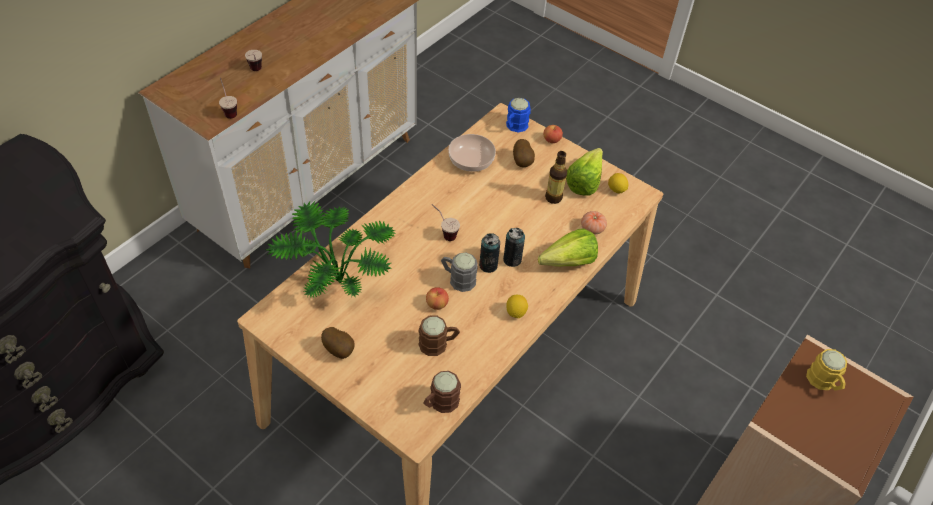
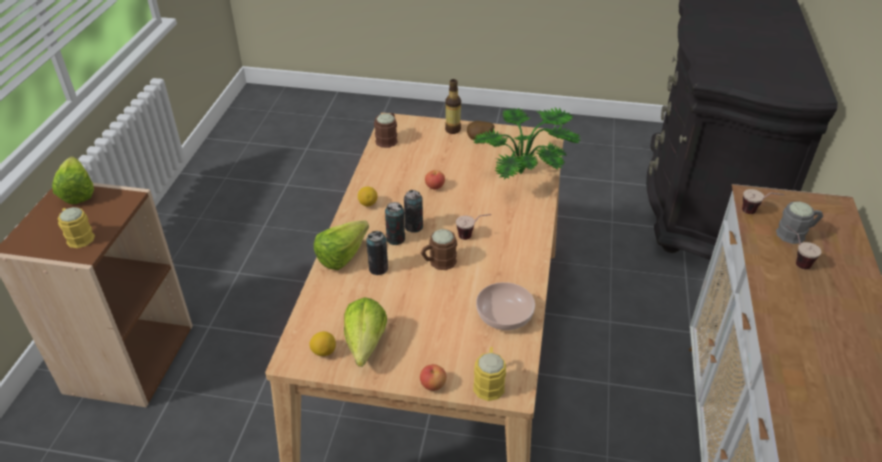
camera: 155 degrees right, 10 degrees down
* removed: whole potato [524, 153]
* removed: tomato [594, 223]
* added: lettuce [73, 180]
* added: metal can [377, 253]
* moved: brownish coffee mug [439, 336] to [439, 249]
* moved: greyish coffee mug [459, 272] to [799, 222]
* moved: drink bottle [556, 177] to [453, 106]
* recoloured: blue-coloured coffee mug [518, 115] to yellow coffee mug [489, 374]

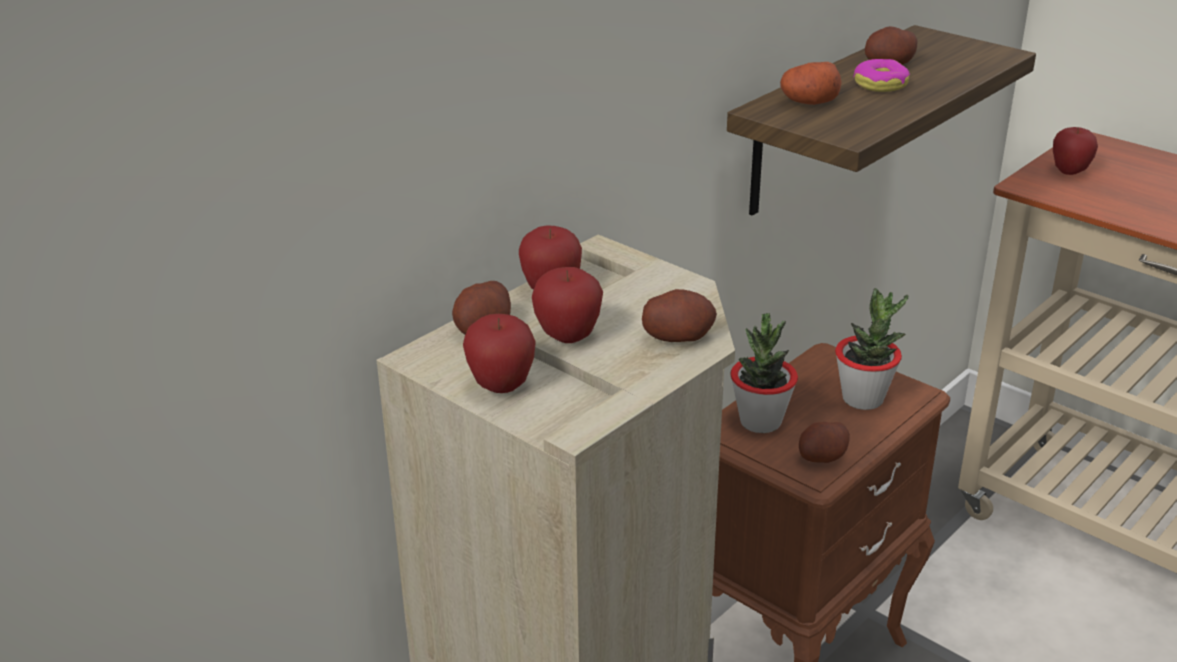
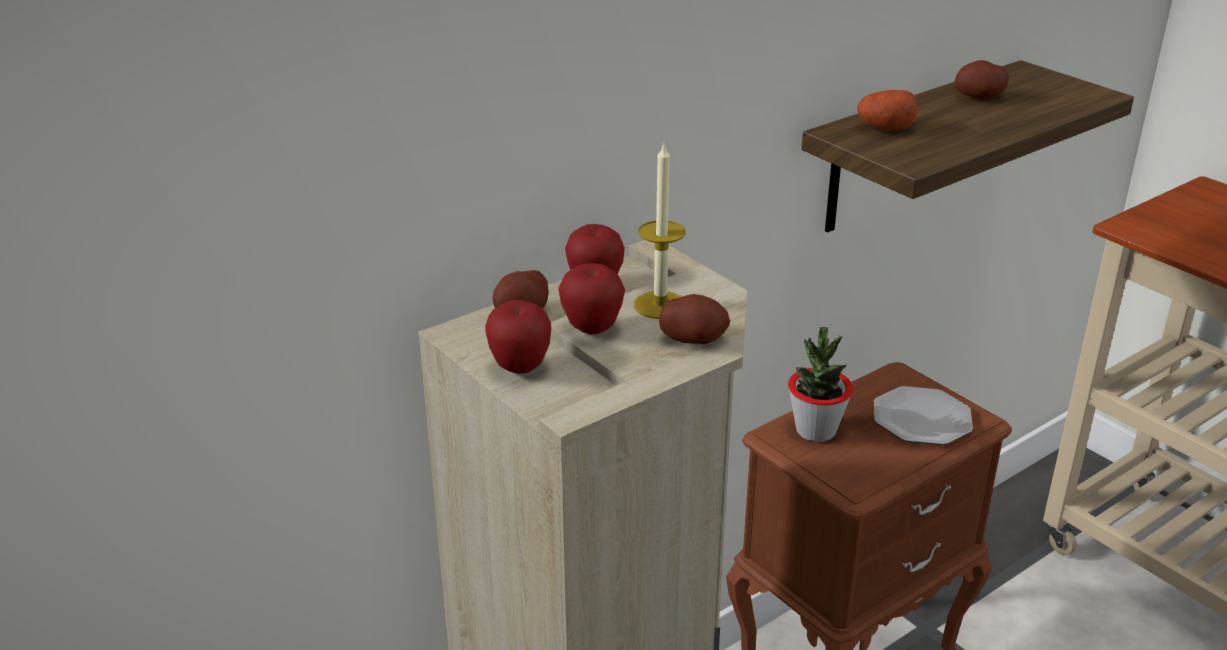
camera: 10 degrees right, 0 degrees up
* removed: whole potato [824, 442]
* removed: ring doughnut [881, 75]
* removed: whole apple [1075, 151]
* added: wax candle [659, 231]
* replaced: potted plant [871, 349] to flat dish [923, 415]

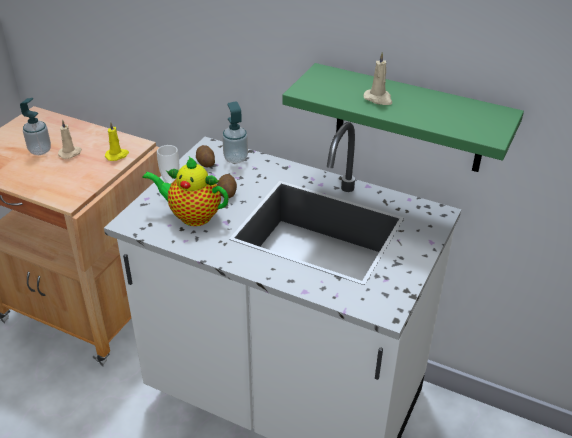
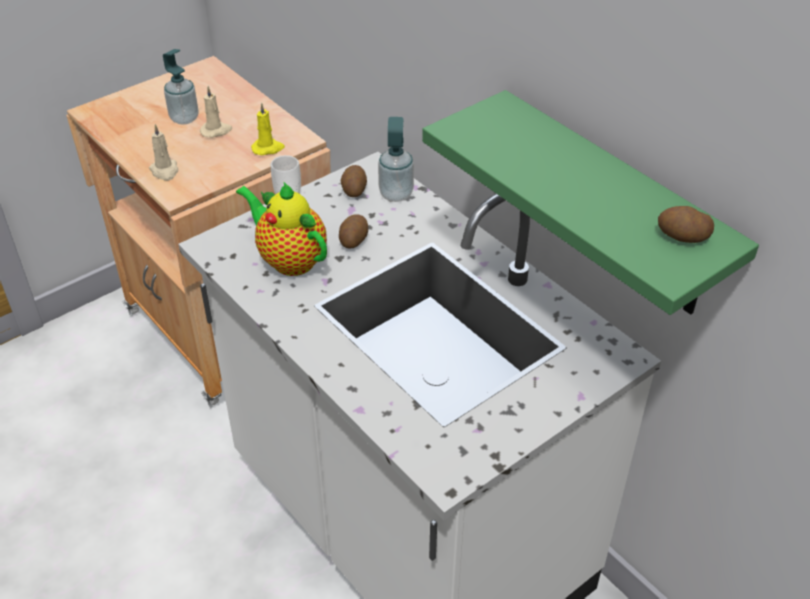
camera: 25 degrees right, 5 degrees up
* added: whole potato [686, 224]
* moved: sand-coloured wax candle [377, 78] to [163, 152]

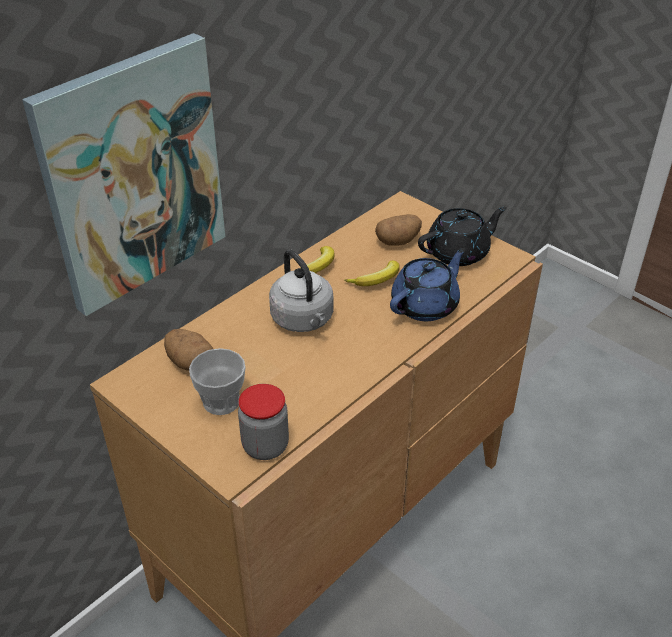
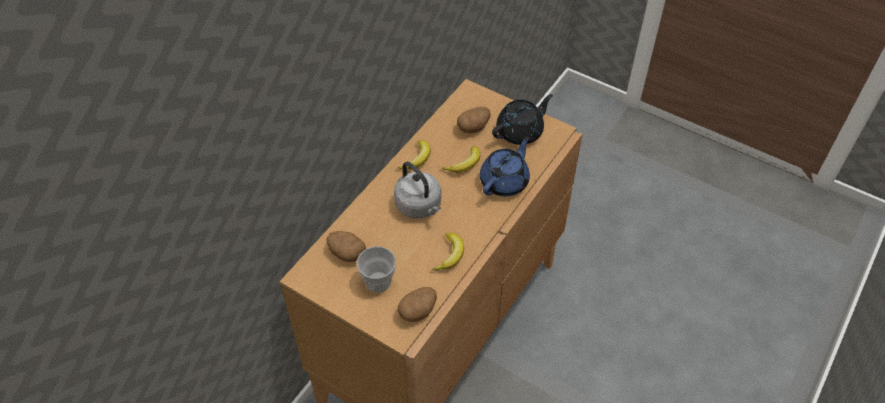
camera: 10 degrees left, 10 degrees up
* removed: wall art [123, 174]
* added: whole banana [448, 251]
* replaced: storage jar [263, 422] to whole potato [417, 304]

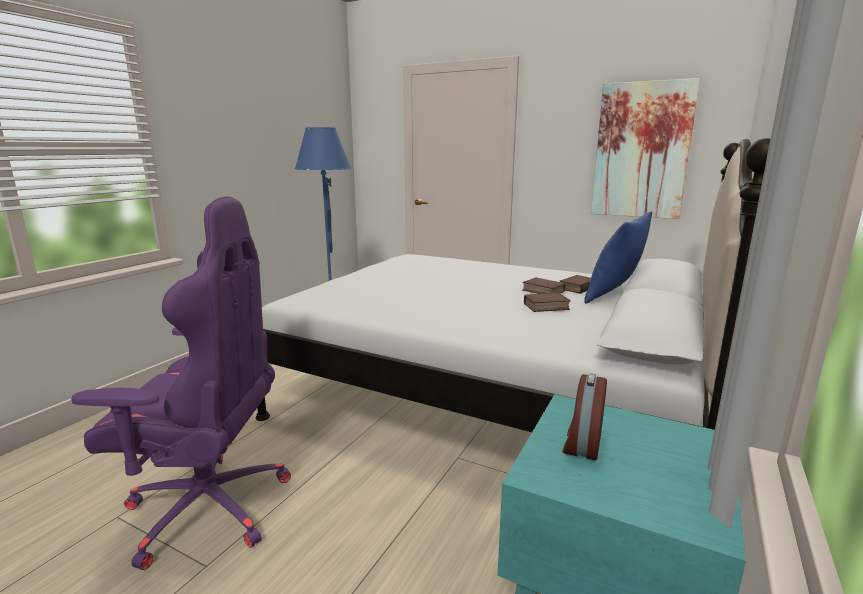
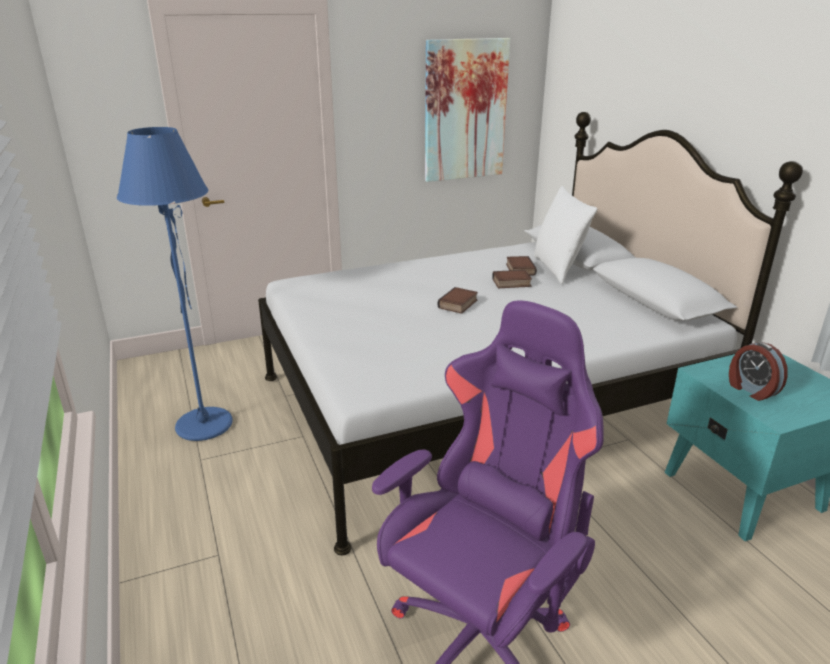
camera: 50 degrees left, 10 degrees up
* moved: volume [547, 302] to [458, 300]
* recoloured: blue-coloured pillow [618, 258] to whitish pillow [565, 235]

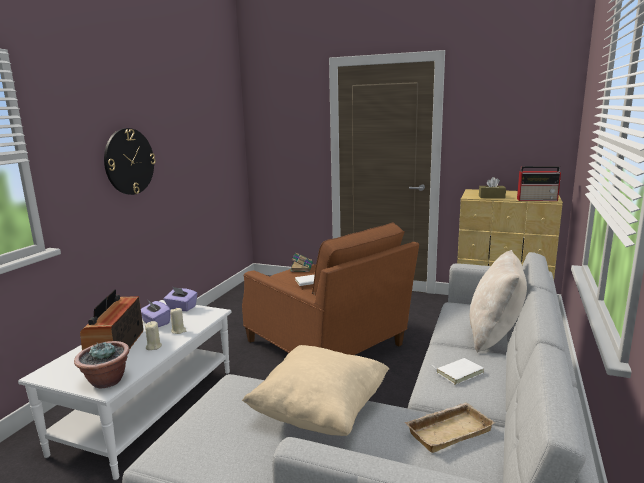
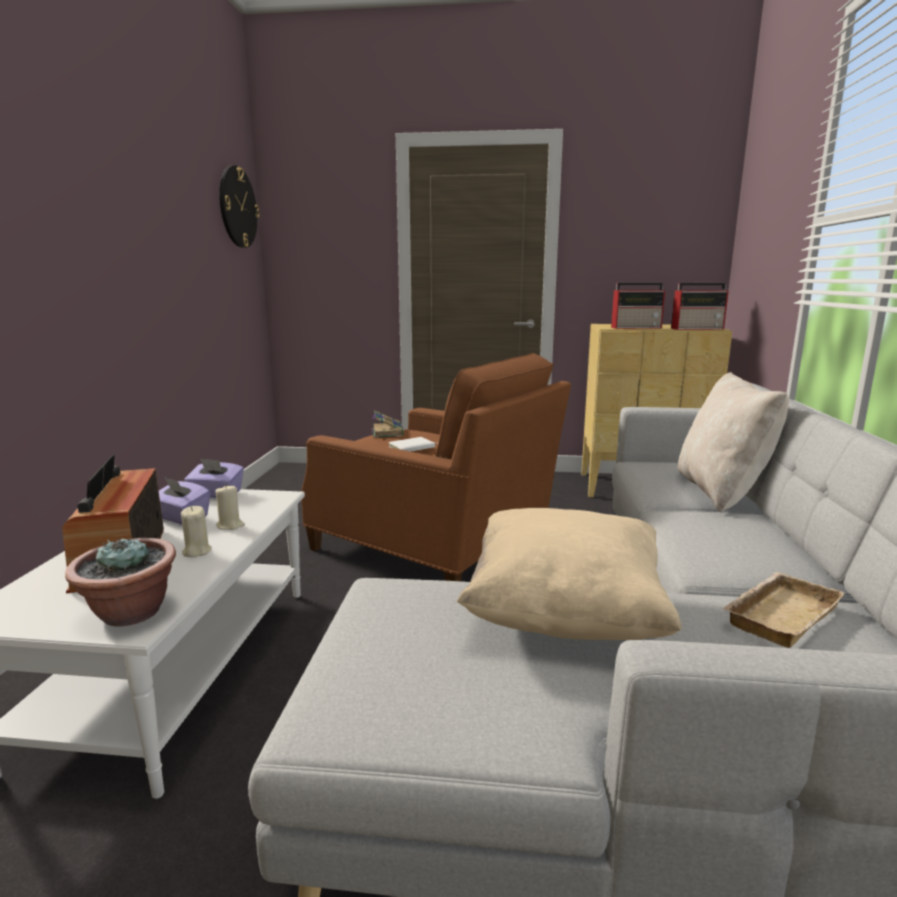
camera: 15 degrees left, 0 degrees up
* removed: whitish volume [458, 371]
* moved: wall clock [130, 161] to [239, 206]
* replaced: brownish box of tissues [492, 187] to radio receiver [638, 306]

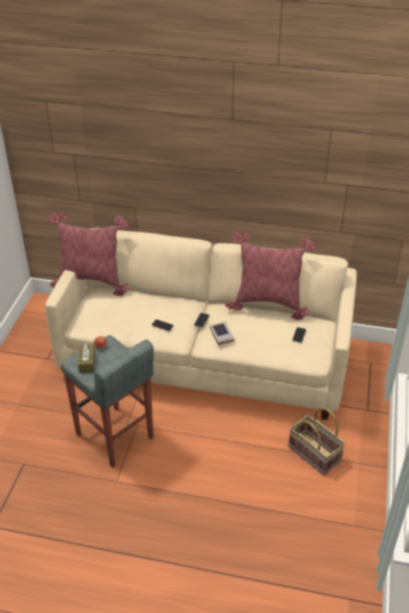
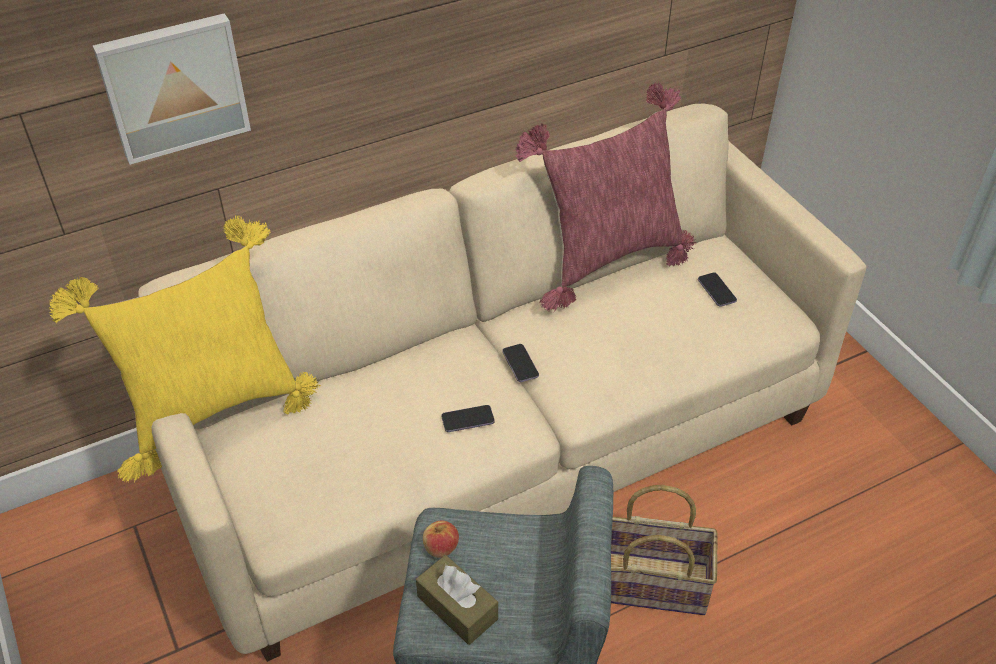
camera: 40 degrees left, 5 degrees up
* removed: volume [222, 334]
* added: wall art [172, 89]
* moved: basket [316, 441] to [664, 550]
* recoloured: reddish pillow [89, 254] to yellow pillow [184, 348]

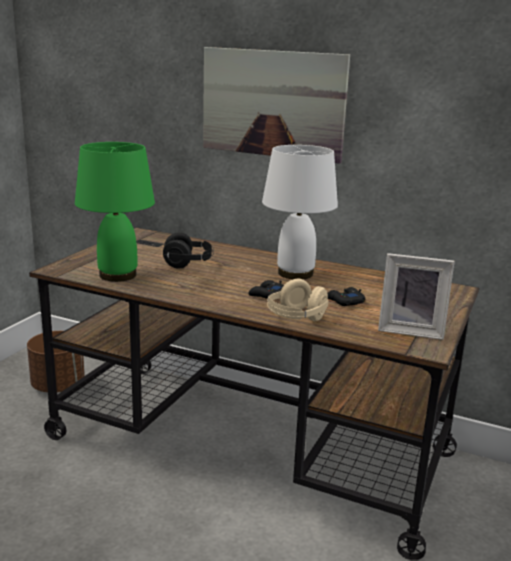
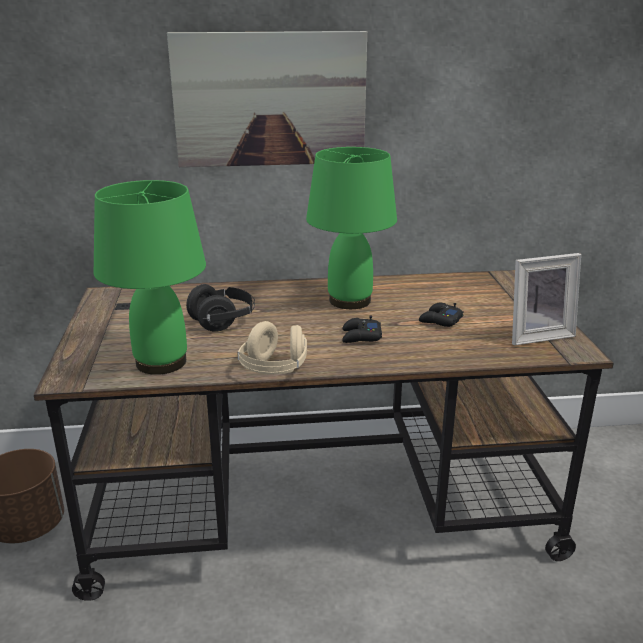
camera: 30 degrees left, 5 degrees up
* moved: sand-coloured pair of headphones [297, 300] to [272, 347]
* recoloured: whitish table lamp [300, 212] to green-coloured table lamp [351, 228]

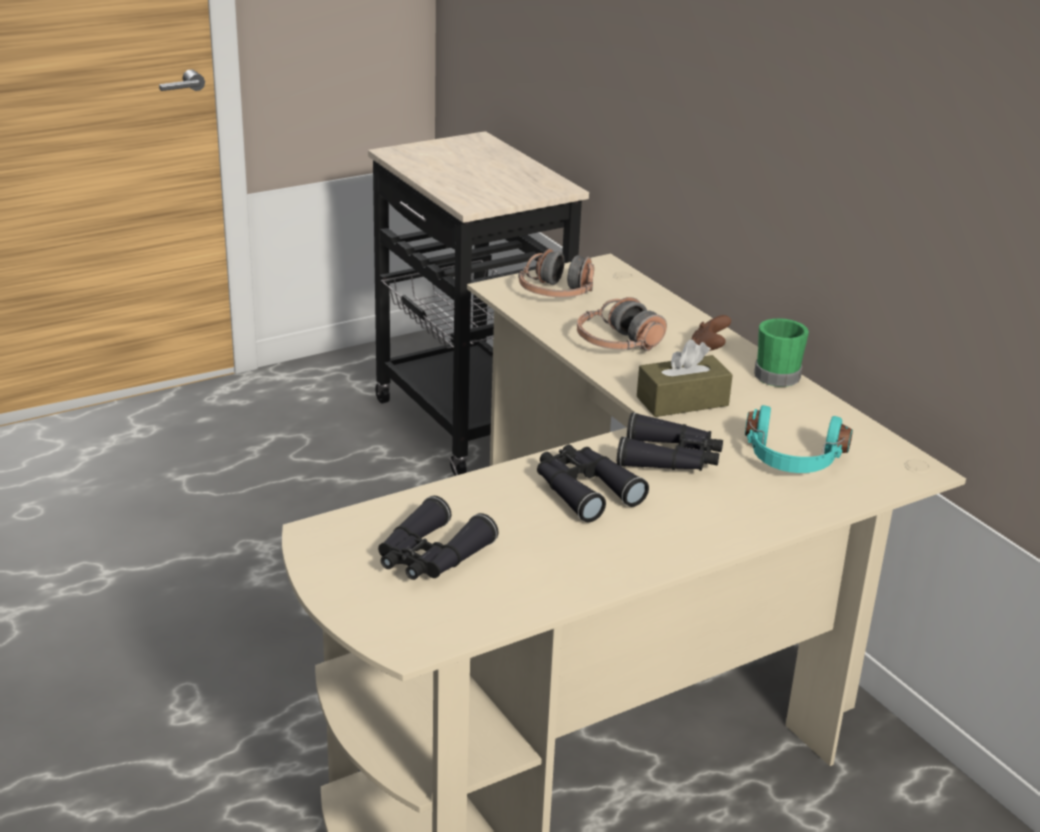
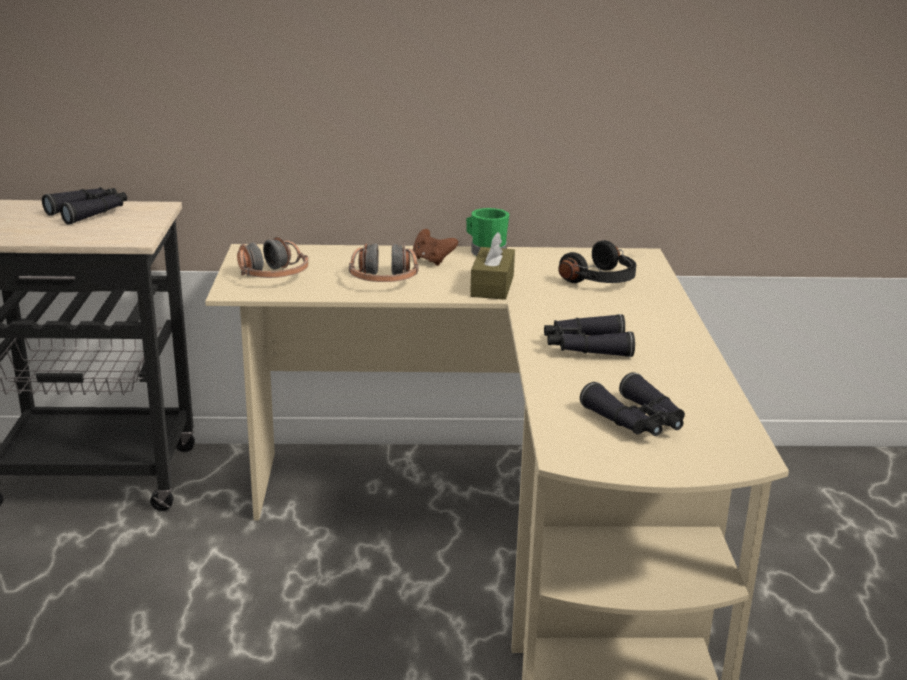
camera: 60 degrees left, 5 degrees down
* moved: black-coloured field glasses [670, 441] to [84, 205]
* recoloured: blue-green pair of headphones [799, 439] to black-coloured pair of headphones [597, 261]

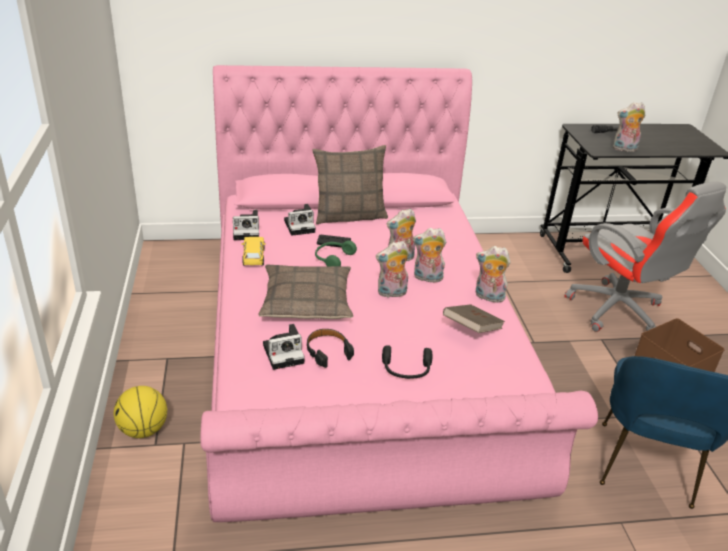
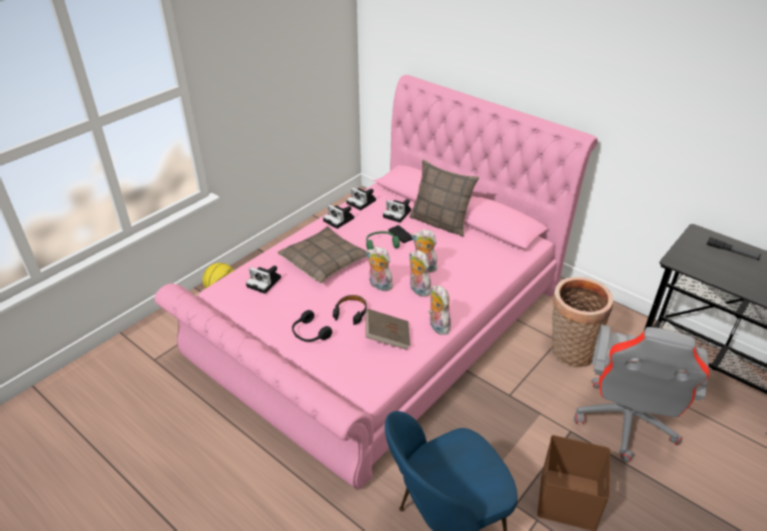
camera: 50 degrees right, 5 degrees up
* removed: plush toy [629, 127]
* added: basket [582, 322]
* moved: black-coloured pair of headphones [330, 348] to [350, 310]
* replaced: yellow miniature car [253, 251] to still camera [338, 216]

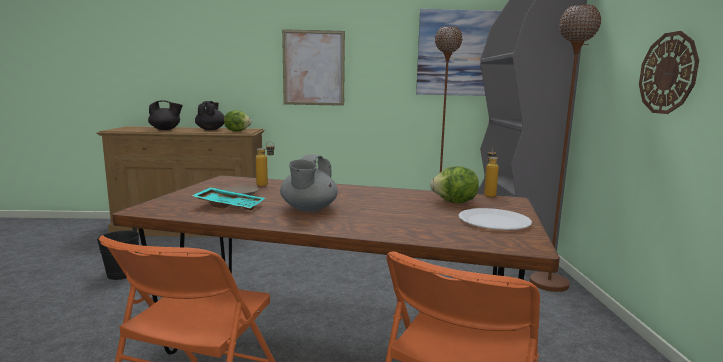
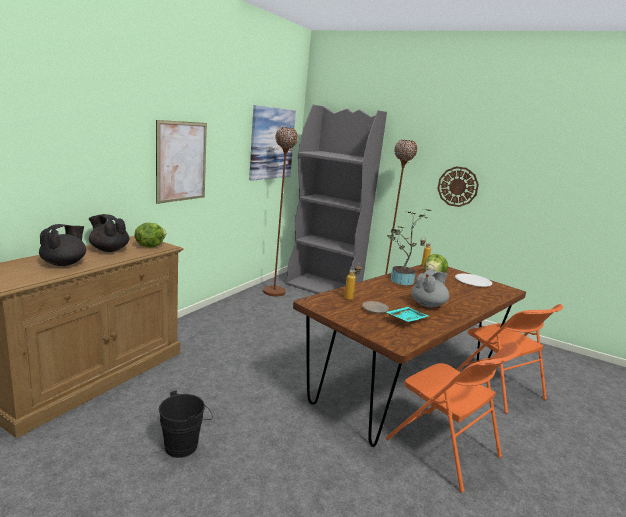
camera: 60 degrees left, 5 degrees up
* added: potted plant [409, 247]
* turned: greyish pot for tea [309, 183] = [430, 288] 90 degrees counterclockwise

